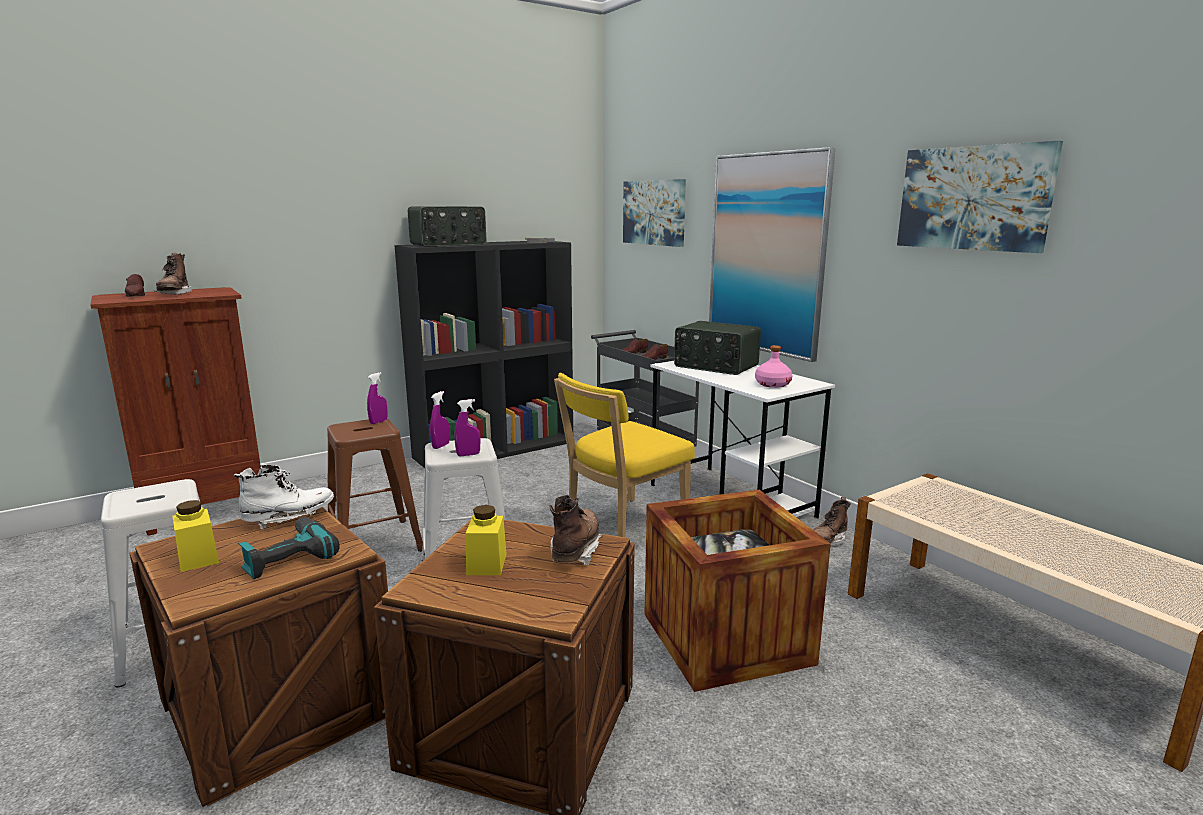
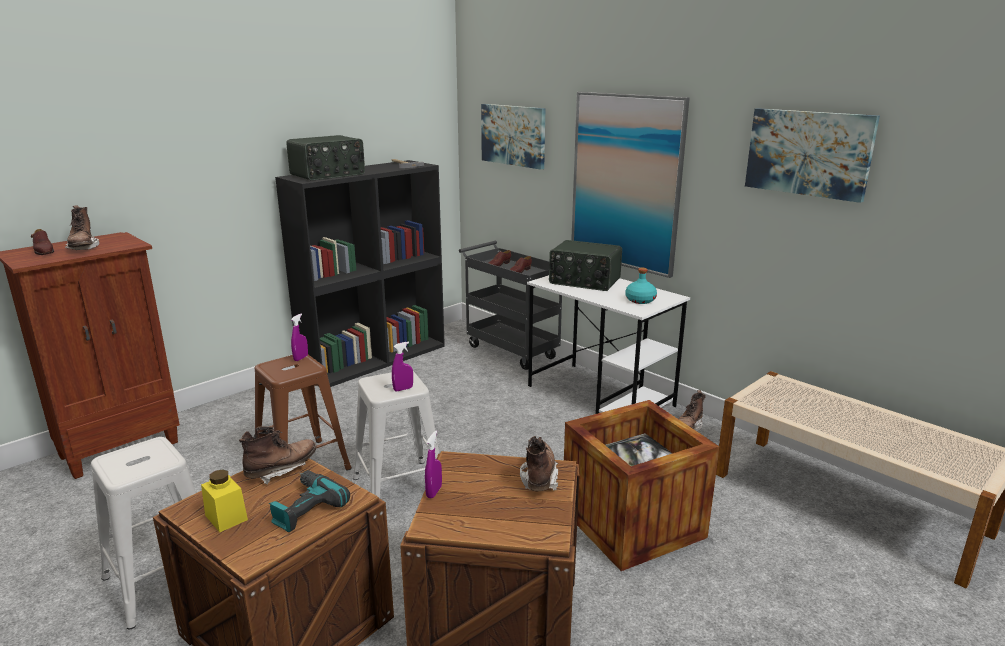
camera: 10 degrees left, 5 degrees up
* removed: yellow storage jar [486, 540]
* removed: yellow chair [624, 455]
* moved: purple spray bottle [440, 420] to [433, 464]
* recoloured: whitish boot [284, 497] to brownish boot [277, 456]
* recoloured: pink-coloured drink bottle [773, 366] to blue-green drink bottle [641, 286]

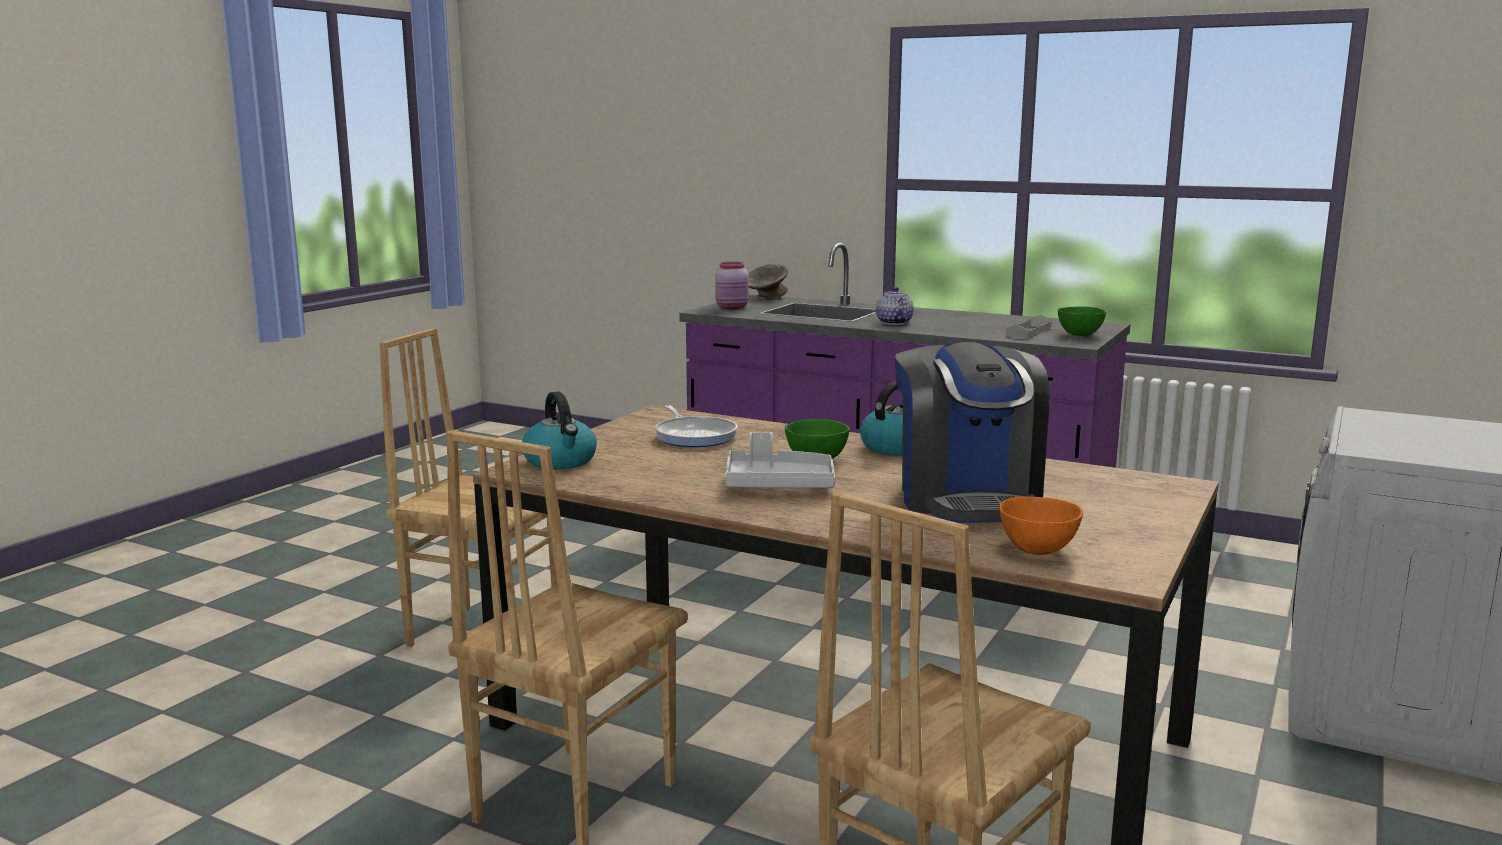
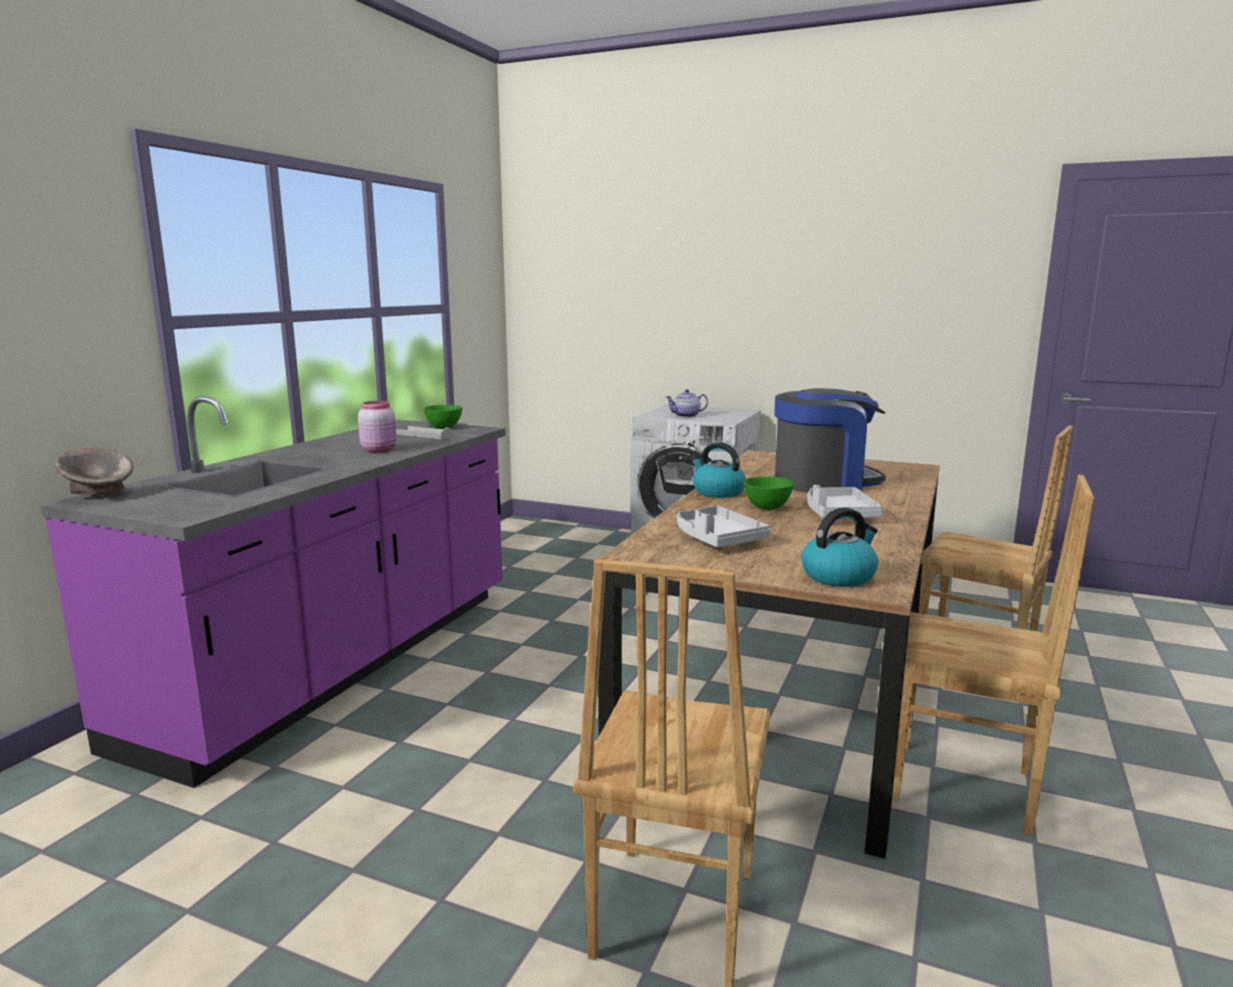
camera: 95 degrees left, 0 degrees up
* removed: orange deep dish [1041, 525]
* moved: pink-coloured storage jar [732, 285] to [377, 426]
* moved: pot for tea [895, 306] to [687, 403]
* replaced: skillet [696, 426] to greyish carrying tray [724, 526]

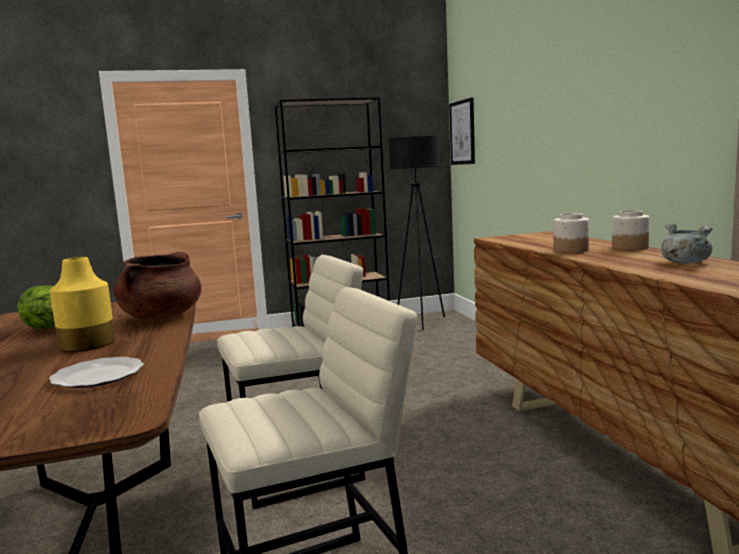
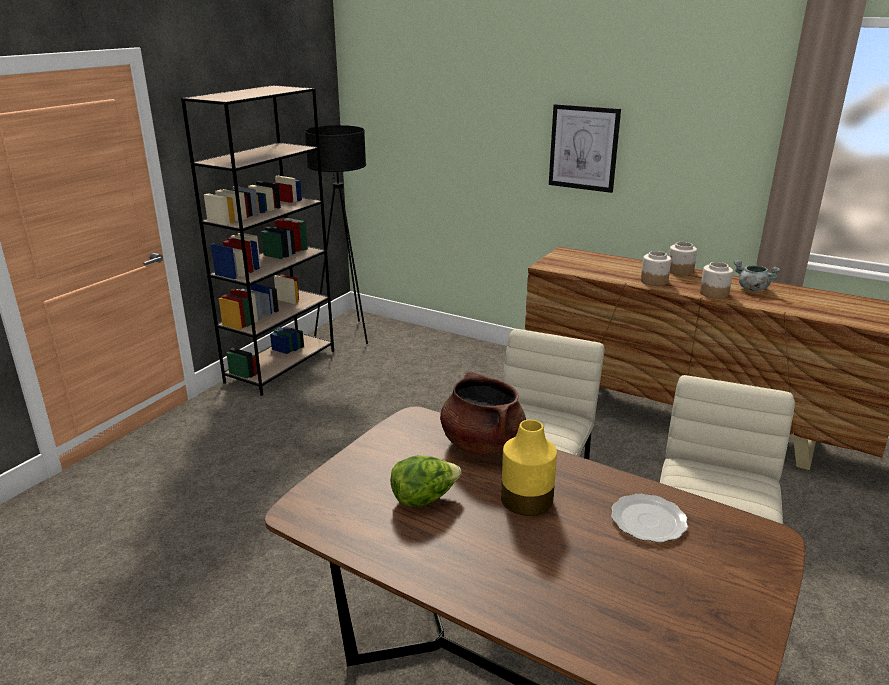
camera: 45 degrees left, 15 degrees up
* added: storage jar [716, 280]
* moved: wall art [462, 131] to [585, 148]

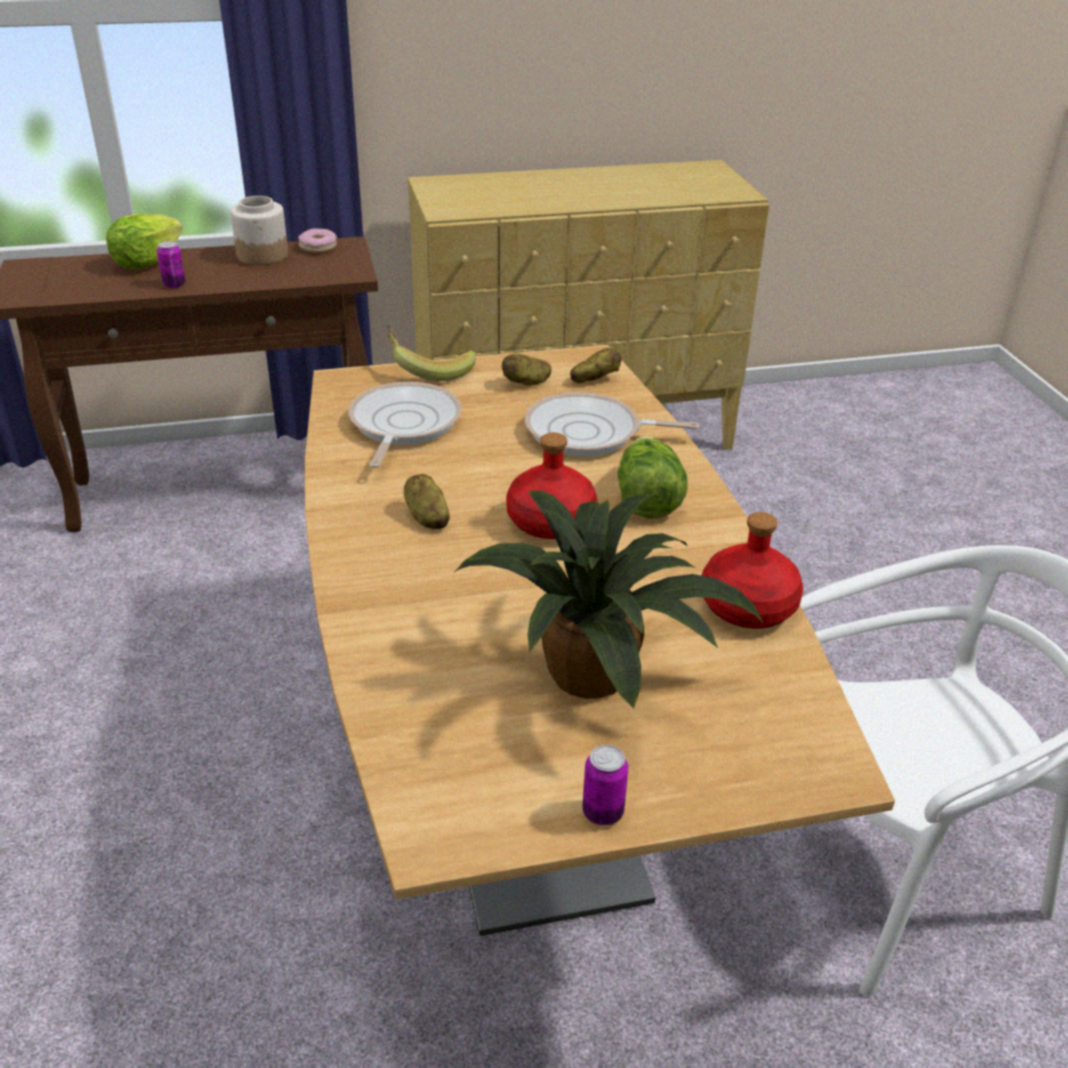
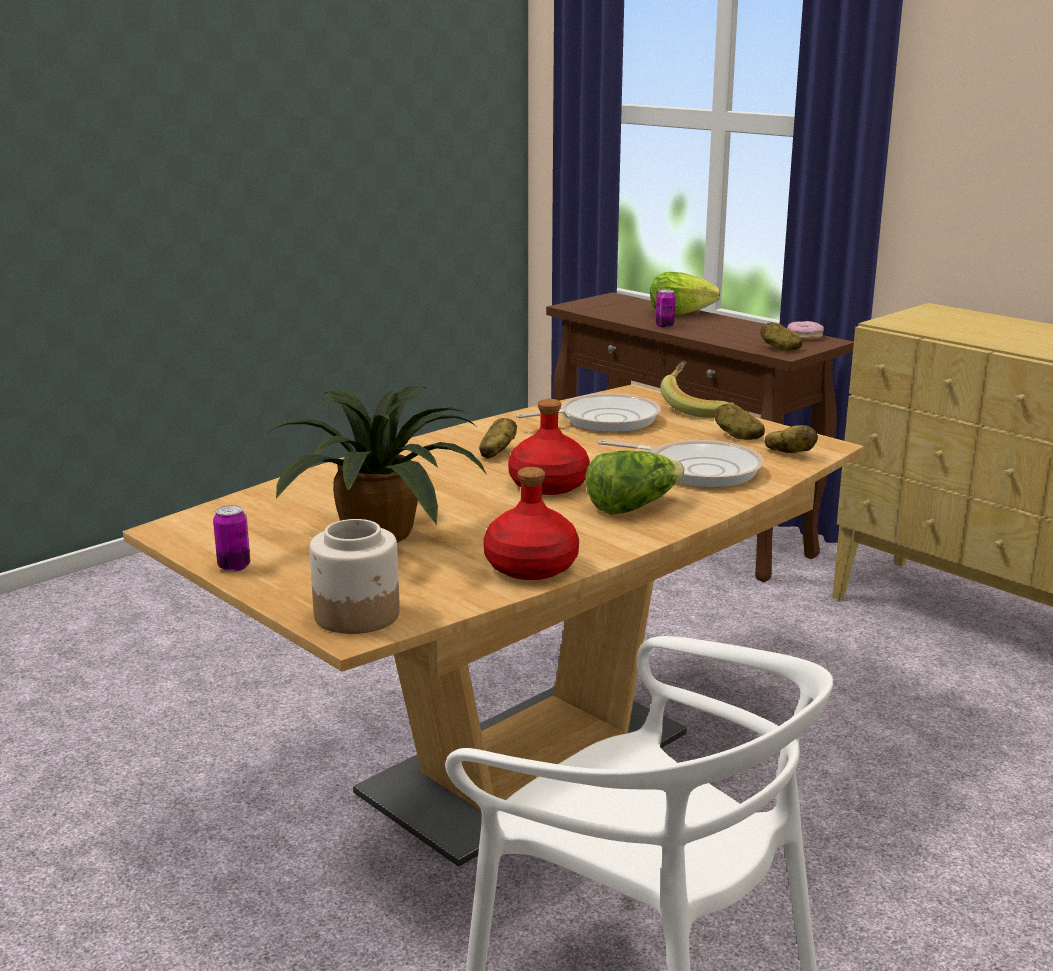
camera: 60 degrees right, 15 degrees down
* added: whole potato [781, 336]
* moved: storage jar [259, 230] to [354, 576]
* turned: skillet [612, 424] = [680, 463] 135 degrees clockwise

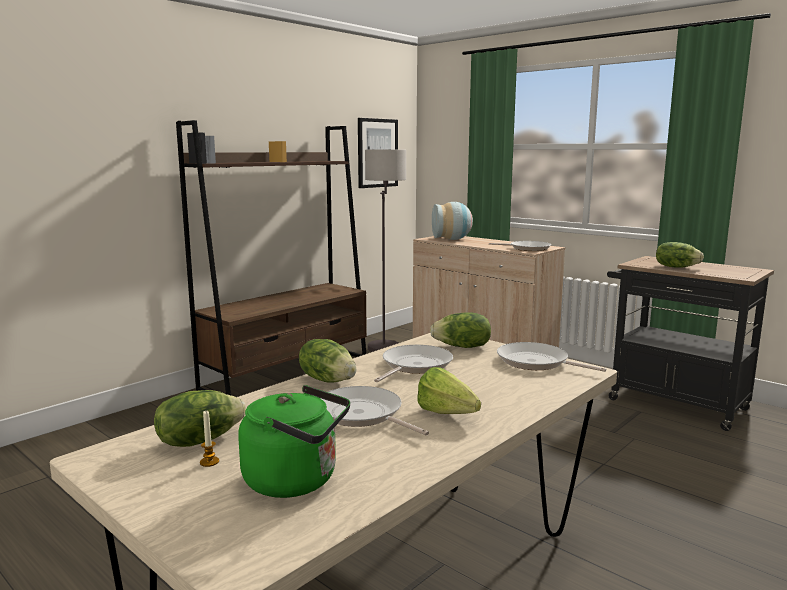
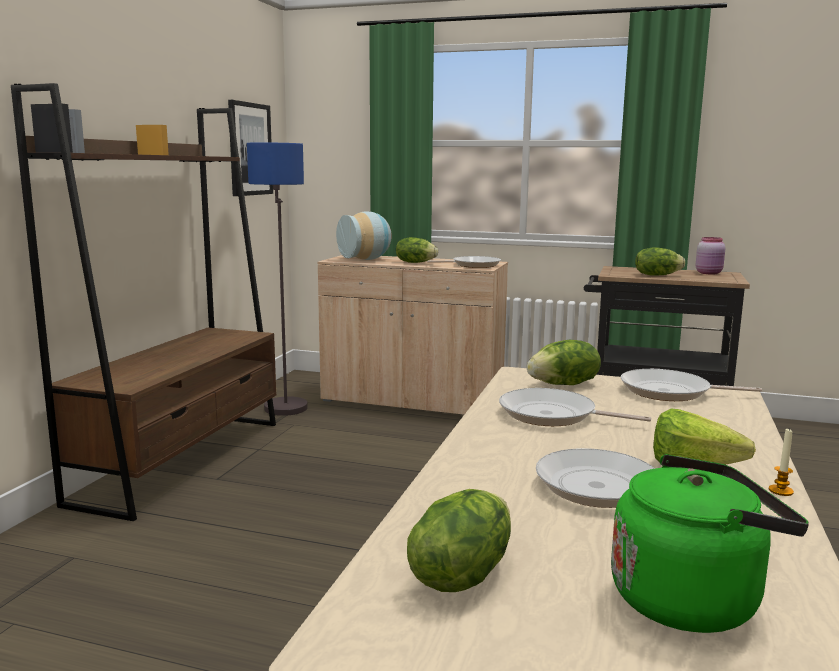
camera: 25 degrees left, 0 degrees up
* added: pink-coloured storage jar [710, 256]
* moved: wax candle [209, 439] to [781, 462]
* moved: lettuce [328, 361] to [417, 250]
* recoloured: greyish standard lamp [385, 250] to blue-coloured standard lamp [277, 279]
* turned: skillet [413, 363] = [575, 407] 75 degrees counterclockwise

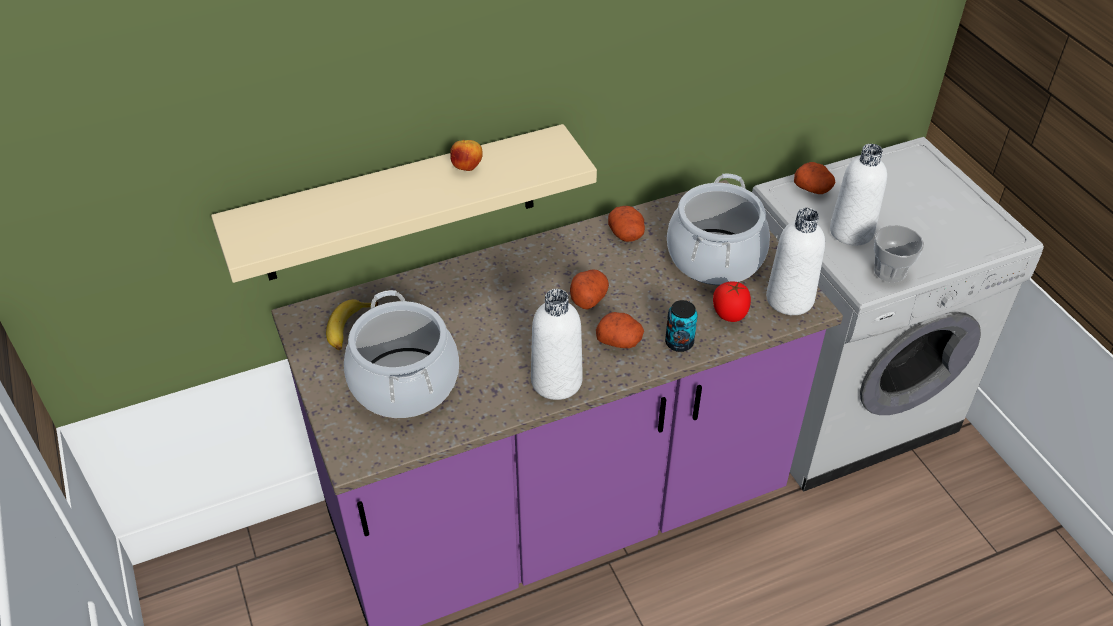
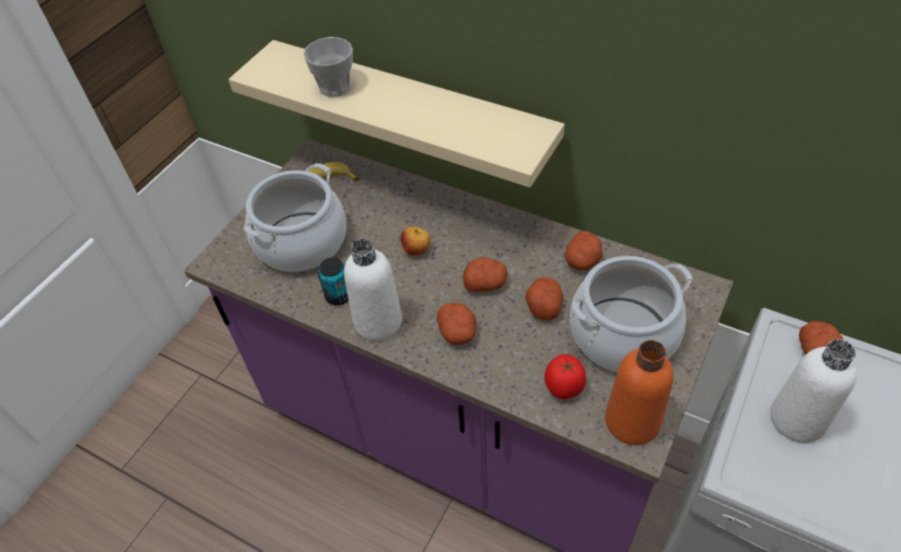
camera: 55 degrees right, 5 degrees up
* added: whole potato [544, 299]
* moved: whole apple [466, 155] to [416, 241]
* moved: metal can [681, 326] to [333, 281]
* moved: cup [899, 253] to [328, 67]
* recoloured: whitish drink bottle [795, 261] to orange drink bottle [639, 392]

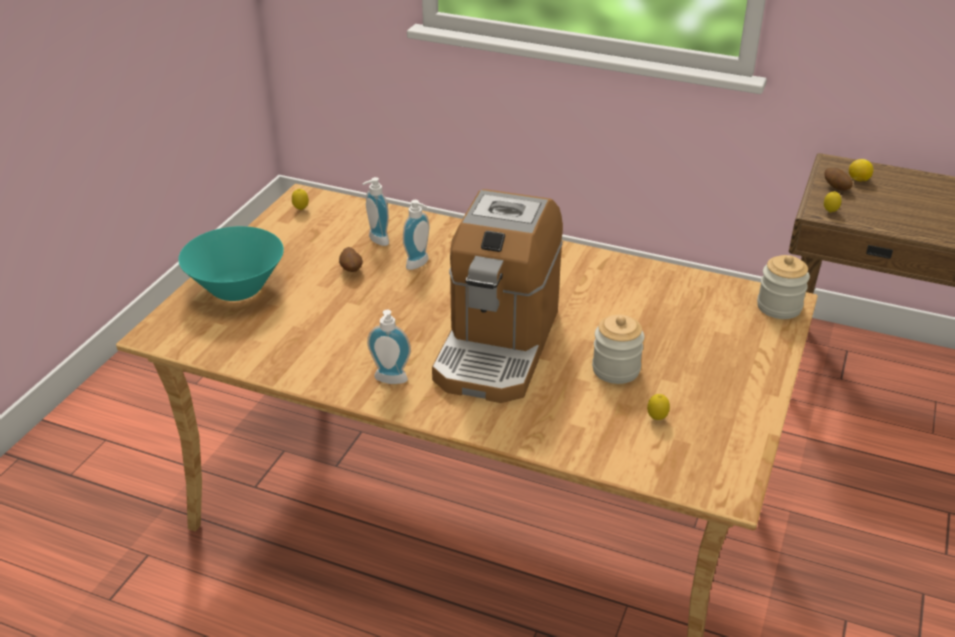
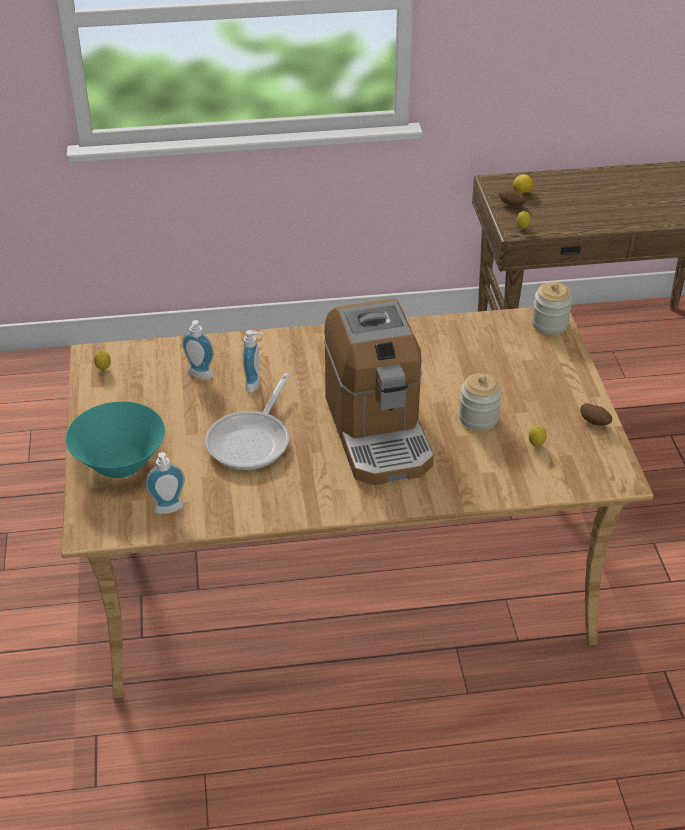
camera: 30 degrees left, 5 degrees up
* added: skillet [248, 421]
* moved: whole potato [351, 259] to [596, 414]
* moved: liquid soap bottle [389, 347] to [165, 483]

